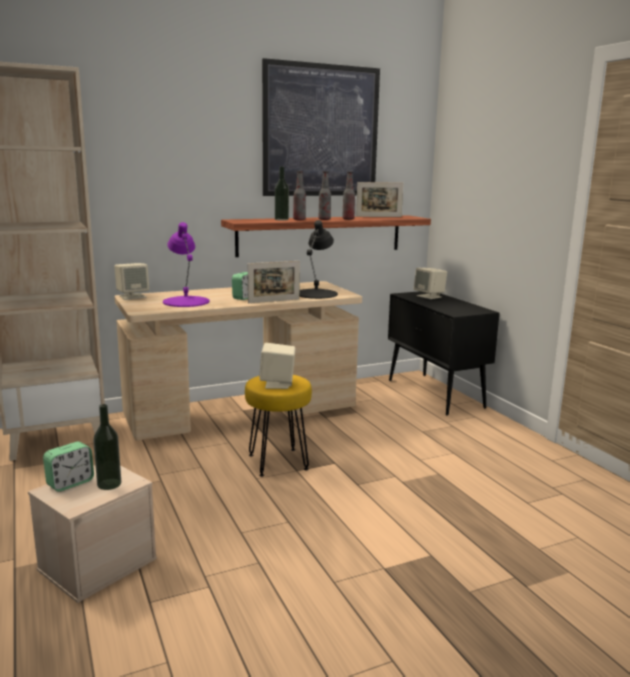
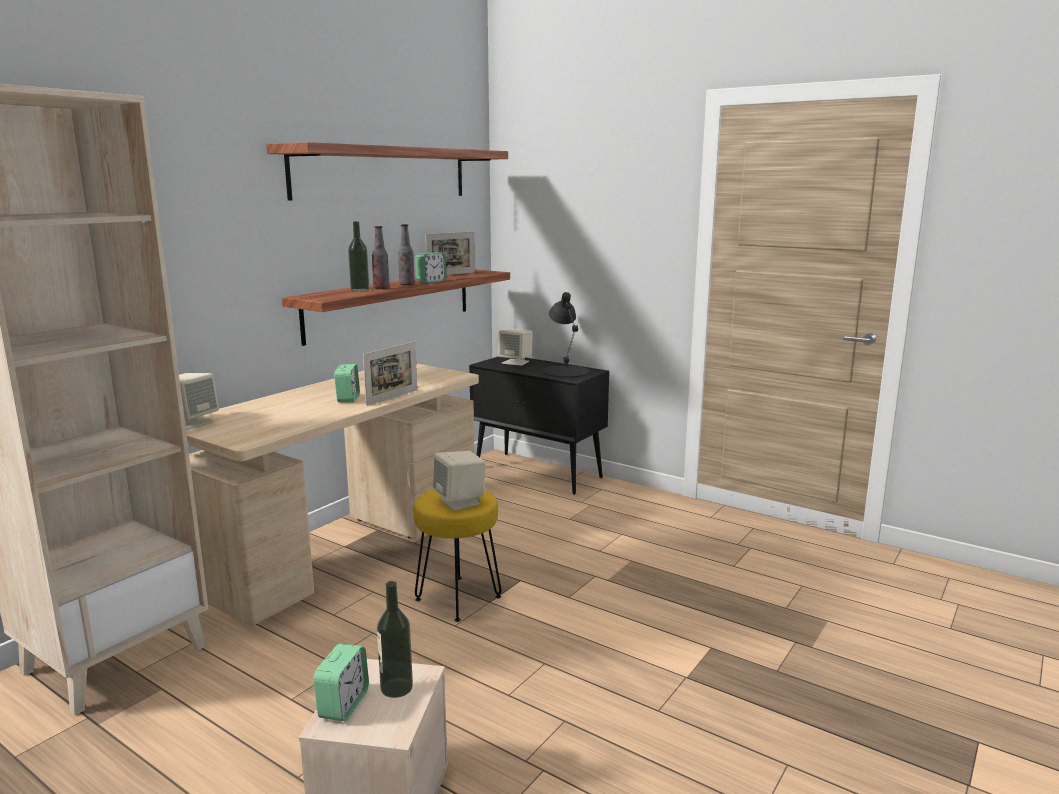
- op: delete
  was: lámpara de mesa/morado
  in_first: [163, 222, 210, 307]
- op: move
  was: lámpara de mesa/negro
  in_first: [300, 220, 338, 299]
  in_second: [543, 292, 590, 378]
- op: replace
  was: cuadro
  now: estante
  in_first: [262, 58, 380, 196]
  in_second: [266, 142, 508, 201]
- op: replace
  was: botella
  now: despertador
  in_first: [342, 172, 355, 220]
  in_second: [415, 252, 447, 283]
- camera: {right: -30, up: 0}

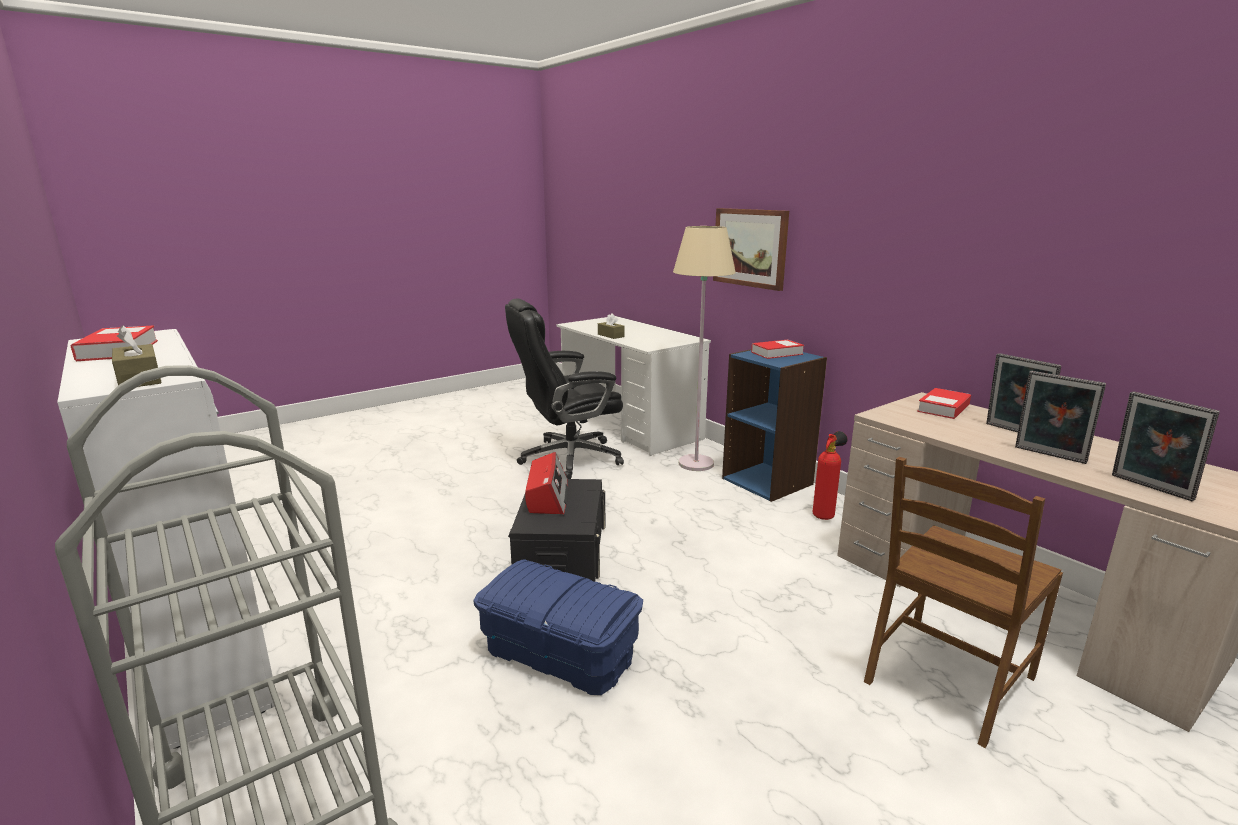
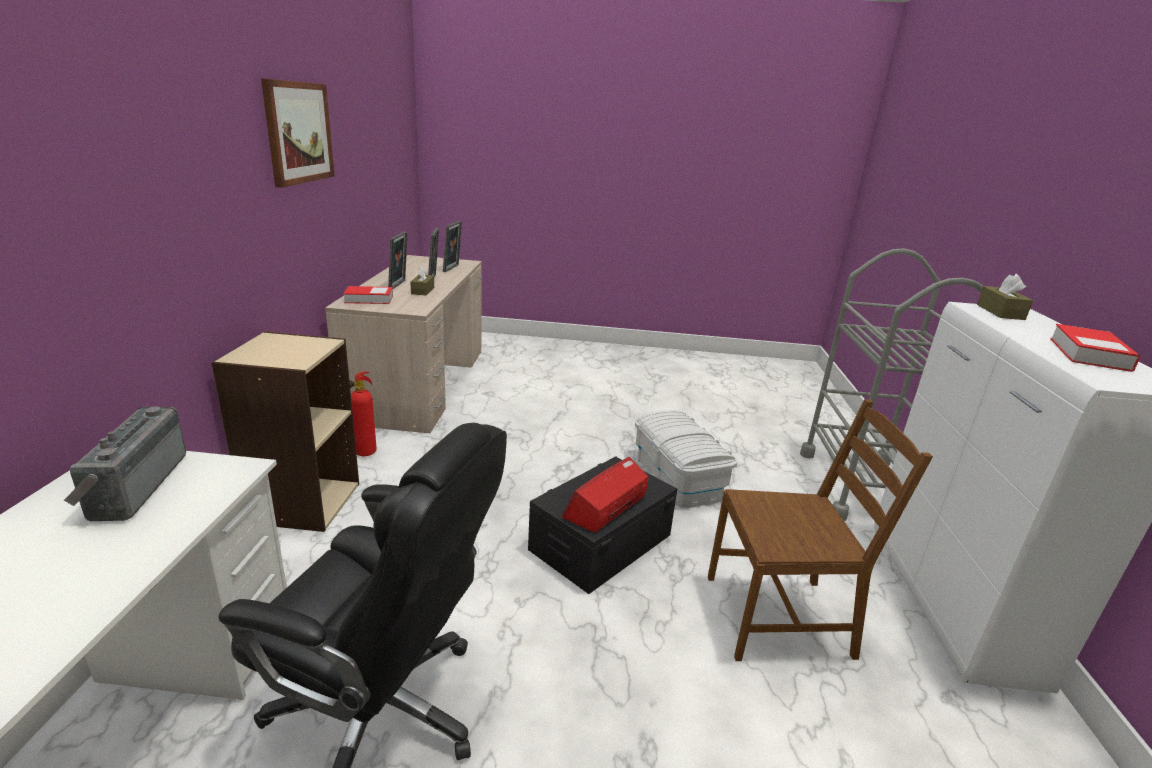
- op: delete
  was: lámpara de pie/beis
  in_first: [673, 226, 736, 471]
- op: delete
  was: libro
  in_first: [751, 340, 804, 359]
- op: insert
  now: radio
  in_second: [64, 407, 186, 521]
- op: move
  was: caja de pañuelos/marrón
  in_first: [598, 313, 624, 339]
  in_second: [410, 266, 434, 296]
- op: move
  was: cuadro
  in_first: [713, 208, 789, 291]
  in_second: [261, 78, 335, 188]
- op: move
  was: silla/marrón
  in_first: [864, 457, 1063, 748]
  in_second: [708, 399, 933, 661]
- op: recolor
  was: caja de almacenaje/azul
  now: caja de almacenaje/blanco
  in_first: [473, 559, 643, 695]
  in_second: [635, 410, 737, 508]
- op: recolor
  was: estantería/azul
  now: estantería/beis
  in_first: [722, 349, 827, 502]
  in_second: [211, 331, 359, 532]
- camera: {right: -140, up: 5}

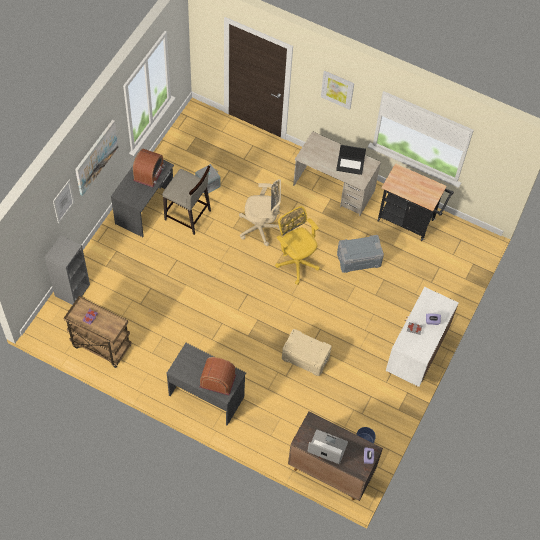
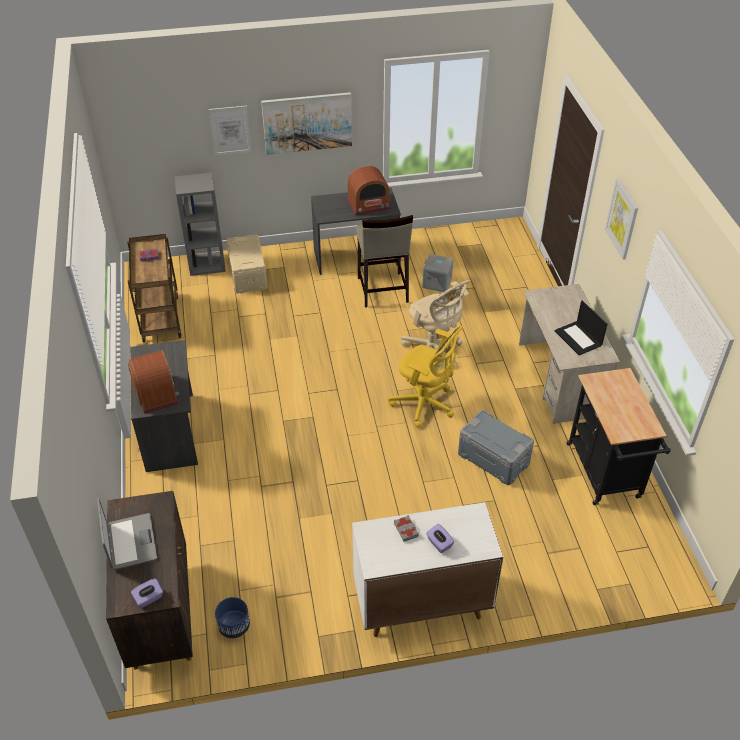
- op: move
  was: caja de almacenaje/beis
  in_first: [282, 329, 331, 376]
  in_second: [226, 234, 268, 294]
- op: rotate
  was: silla de oficina/amarillo
  in_first: [275, 206, 320, 285]
  in_second: [389, 326, 463, 428]
  clockwise: 105
- camera: {right: 55, up: -15}

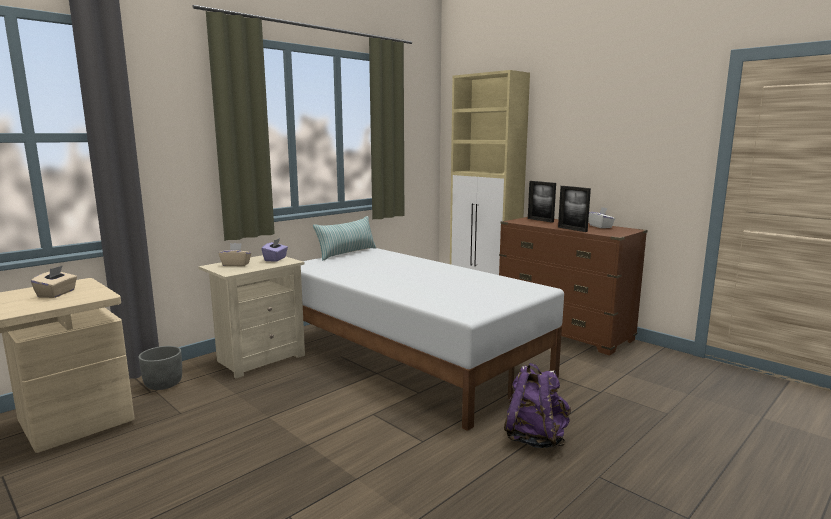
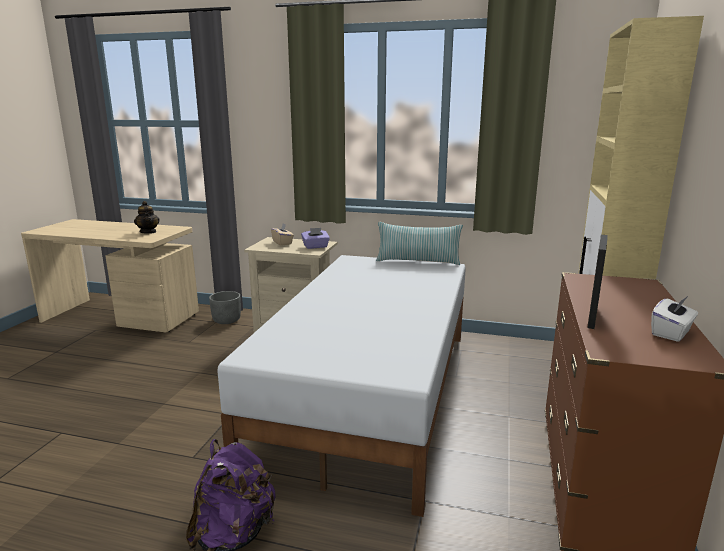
- op: delete
  was: portarretratos
  in_first: [528, 181, 556, 223]
- op: replace
  was: caja de pañuelos/beis
  now: tetera
  in_first: [31, 265, 77, 298]
  in_second: [134, 201, 160, 234]
- camera: {right: 60, up: 5}

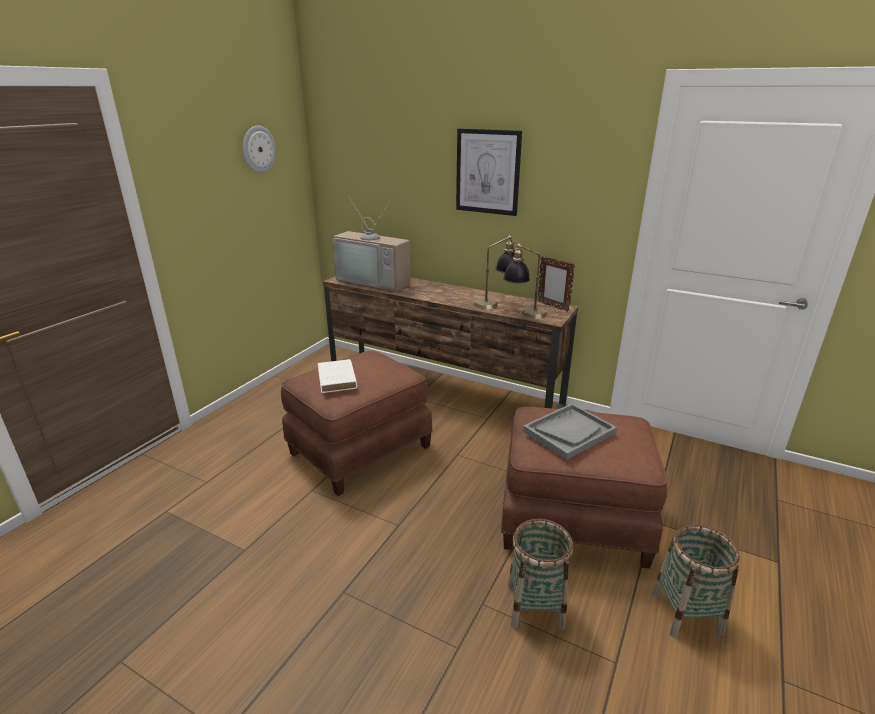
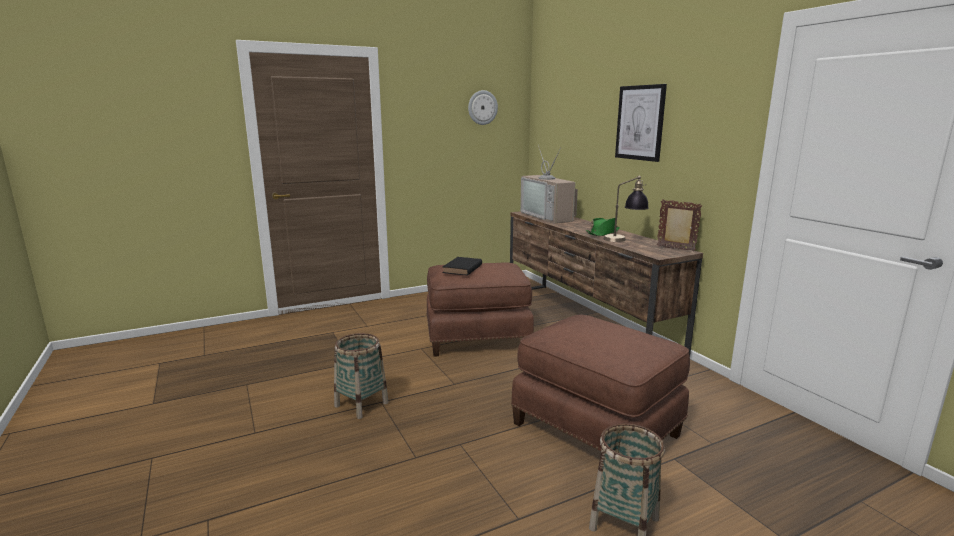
- op: delete
  was: lámpara de mesa
  in_first: [503, 244, 547, 319]
- op: delete
  was: bandeja/gris
  in_first: [523, 403, 617, 460]
- op: insert
  now: sombrero/verde
  in_second: [586, 218, 620, 236]
- op: move
  was: cesta
  in_first: [508, 519, 573, 630]
  in_second: [334, 333, 389, 419]
- op: recolor
  was: libro/blanco
  now: libro/negro
  in_first: [318, 359, 357, 393]
  in_second: [442, 257, 482, 276]
- op: rotate
  was: portarretratos
  in_first: [538, 256, 575, 312]
  in_second: [657, 199, 702, 252]
  clockwise: 135
- camera: {right: 35, up: -10}

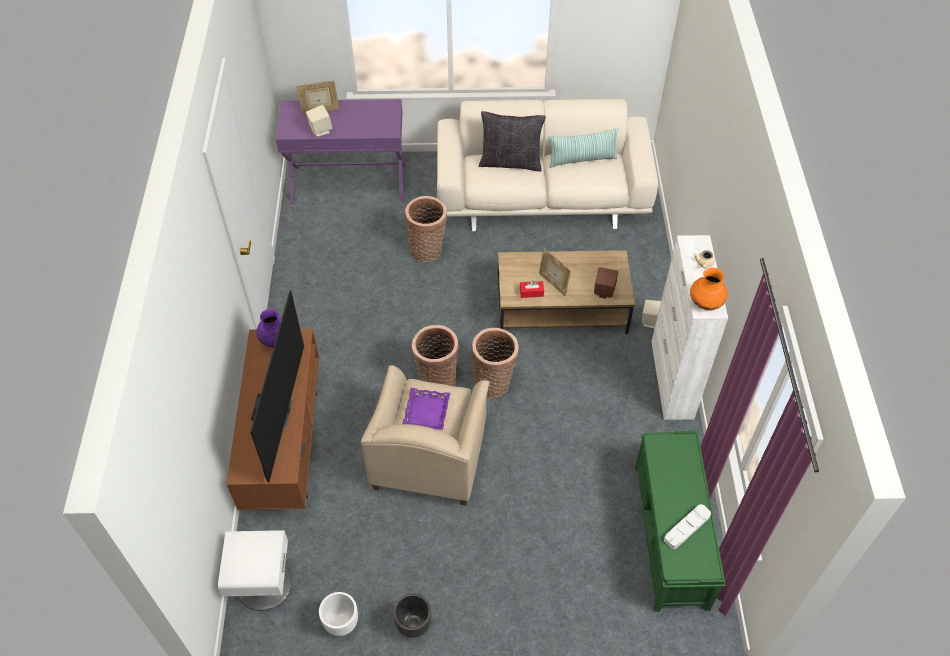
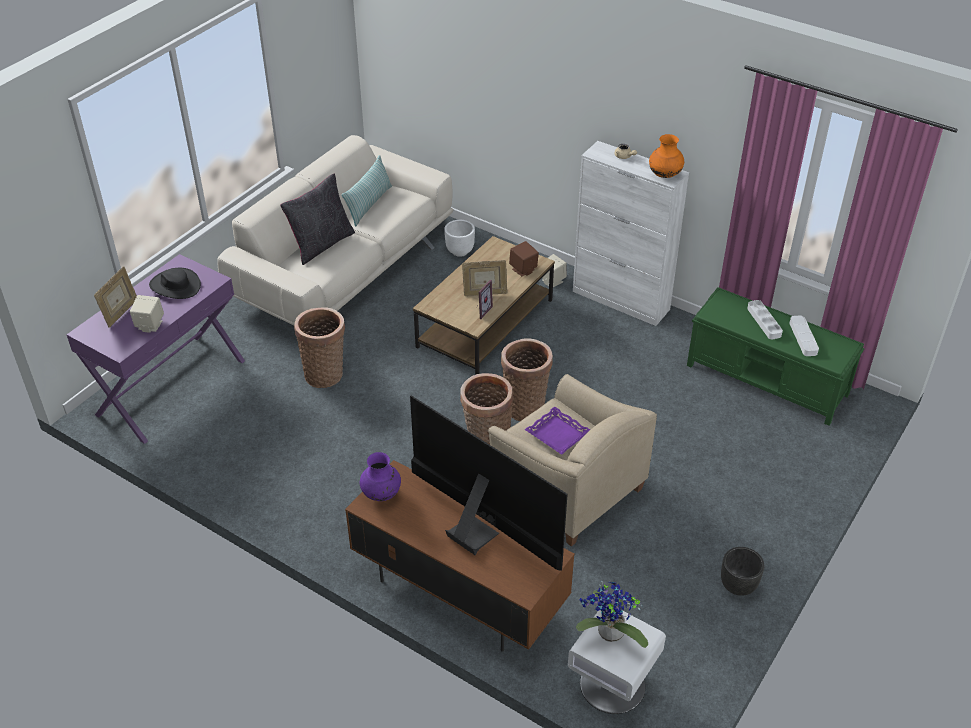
- op: insert
  now: sombrero/negro
  in_second: [149, 268, 201, 299]
- op: insert
  now: planta en maceta
  in_second: [576, 581, 648, 648]
- op: insert
  now: bandeja/blanco
  in_second: [747, 300, 783, 339]
- op: move
  was: maceta/blanco
  in_first: [319, 592, 358, 636]
  in_second: [444, 220, 475, 257]
- op: replace
  was: caja de pañuelos/rojo
  now: portarretratos
  in_first: [520, 281, 544, 298]
  in_second: [479, 280, 493, 319]
- camera: {right: -55, up: -10}

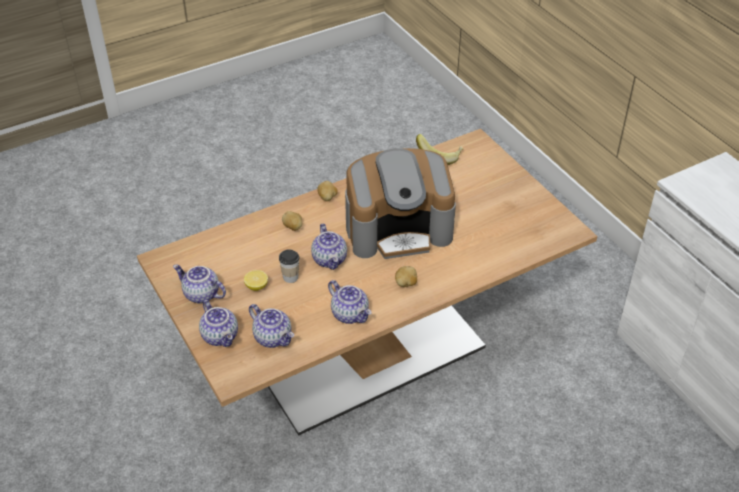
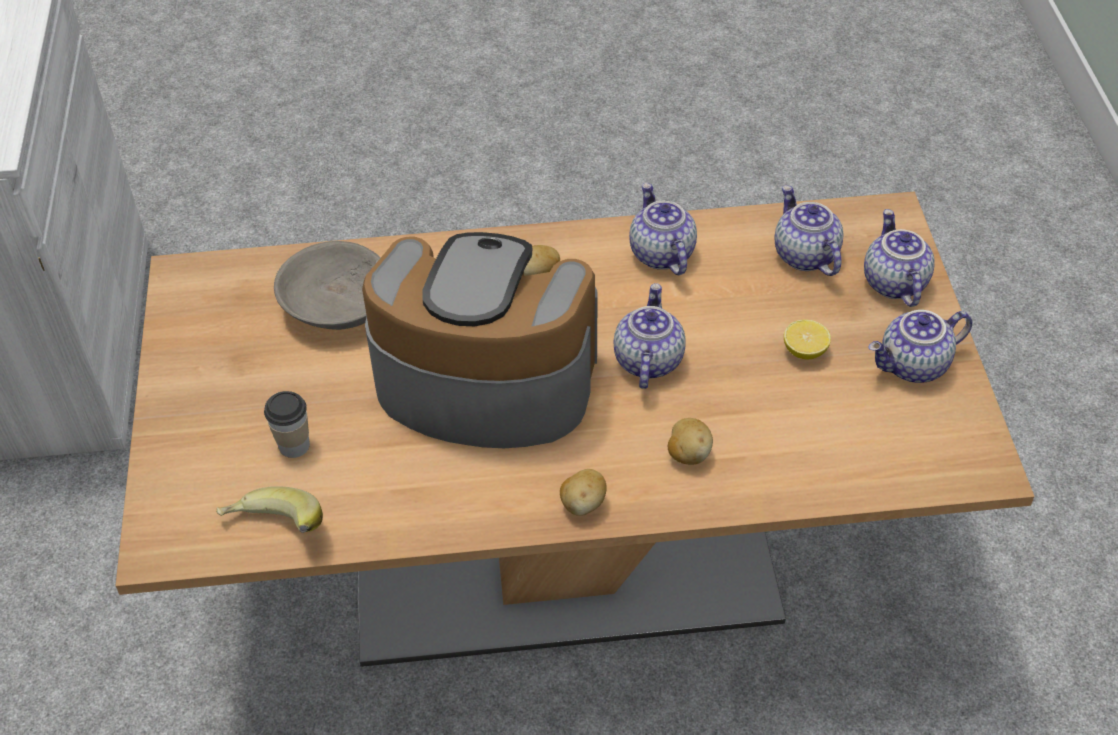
- op: insert
  now: cuenco/gris
  in_second: [274, 241, 381, 330]
- op: move
  was: taza
  in_first: [279, 249, 299, 283]
  in_second: [264, 391, 310, 458]
- op: rotate
  was: tetera
  in_first: [173, 264, 226, 304]
  in_second: [868, 310, 972, 383]
  clockwise: 105
- camera: {right: -155, up: 5}

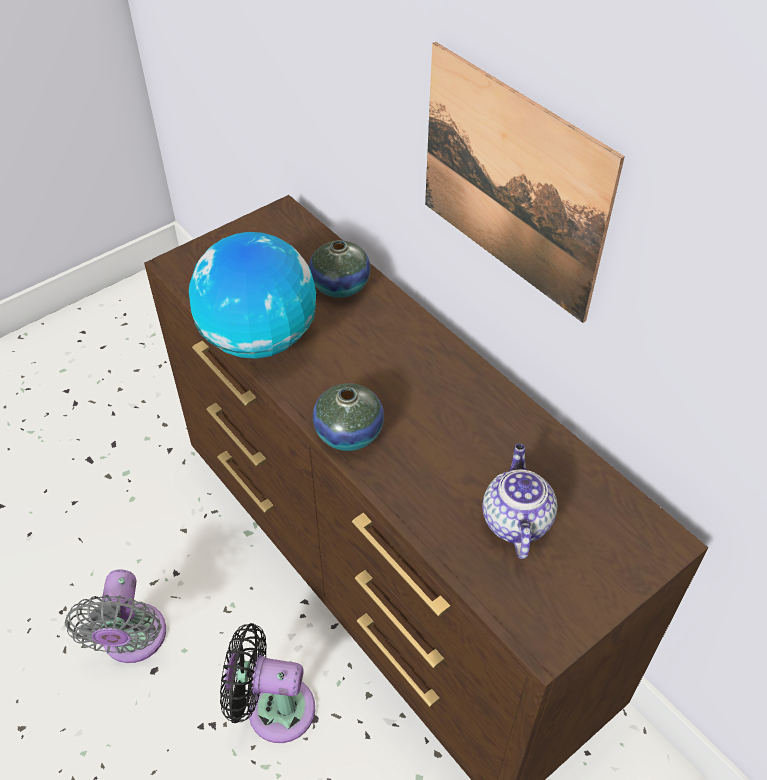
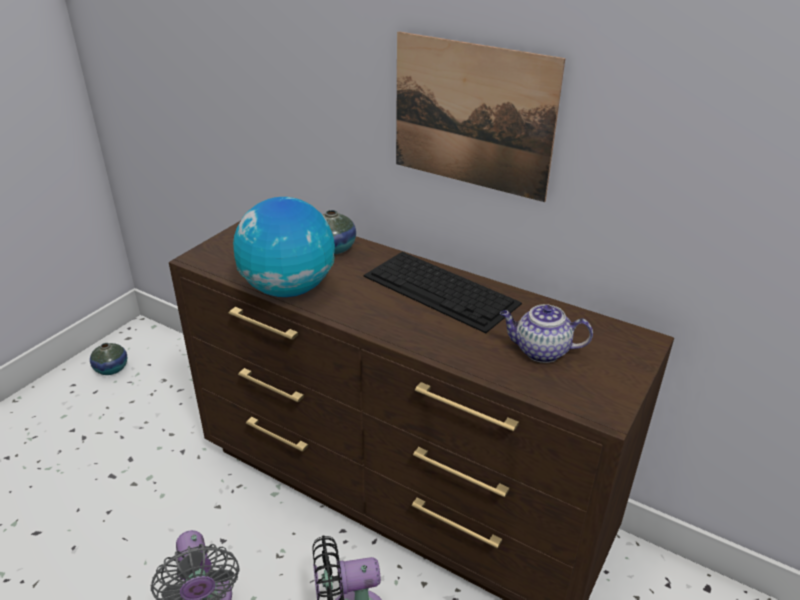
- op: insert
  now: teclado
  in_second: [363, 252, 522, 333]
- op: move
  was: florero
  in_first: [313, 383, 384, 451]
  in_second: [90, 343, 127, 375]
- op: rotate
  was: tetera
  in_first: [482, 444, 557, 559]
  in_second: [500, 304, 593, 363]
  clockwise: -60
- camera: {right: -20, up: -15}

